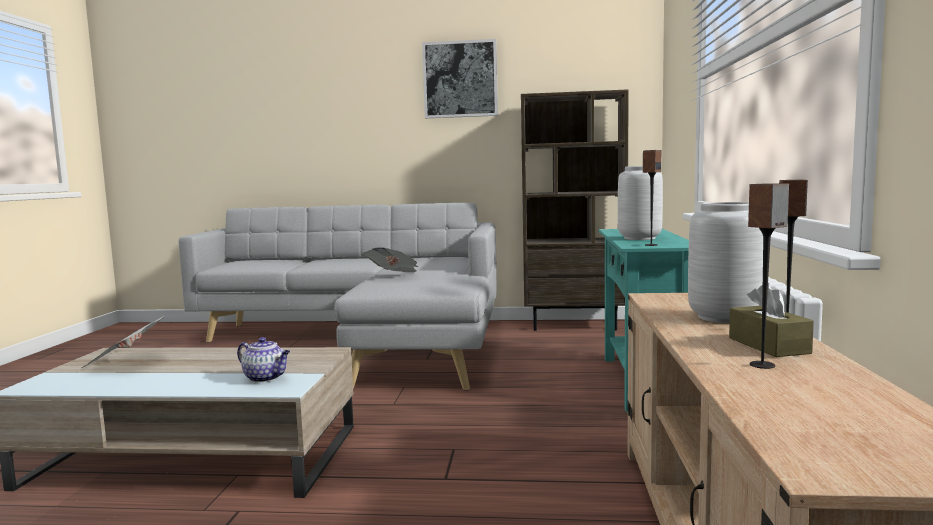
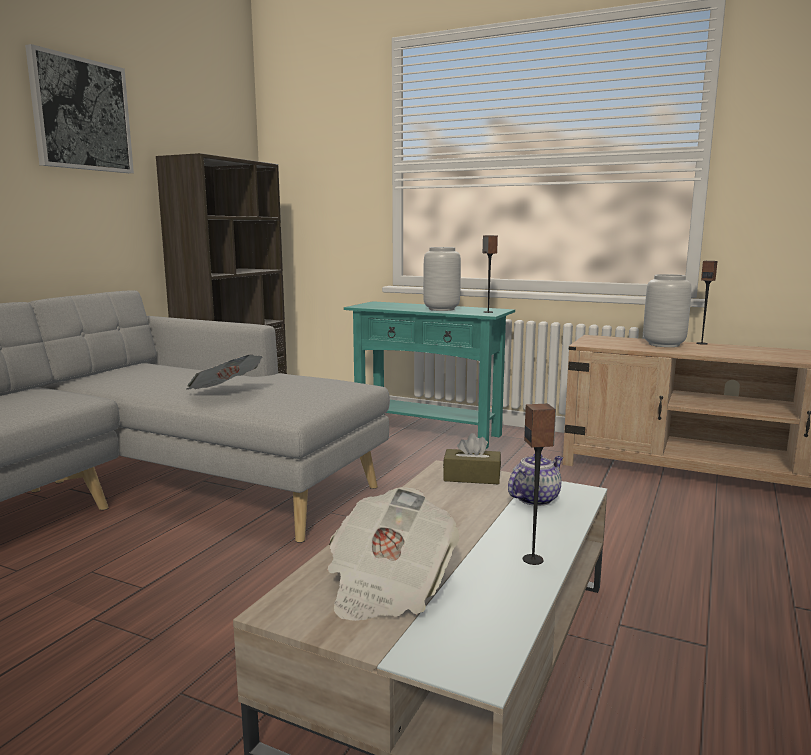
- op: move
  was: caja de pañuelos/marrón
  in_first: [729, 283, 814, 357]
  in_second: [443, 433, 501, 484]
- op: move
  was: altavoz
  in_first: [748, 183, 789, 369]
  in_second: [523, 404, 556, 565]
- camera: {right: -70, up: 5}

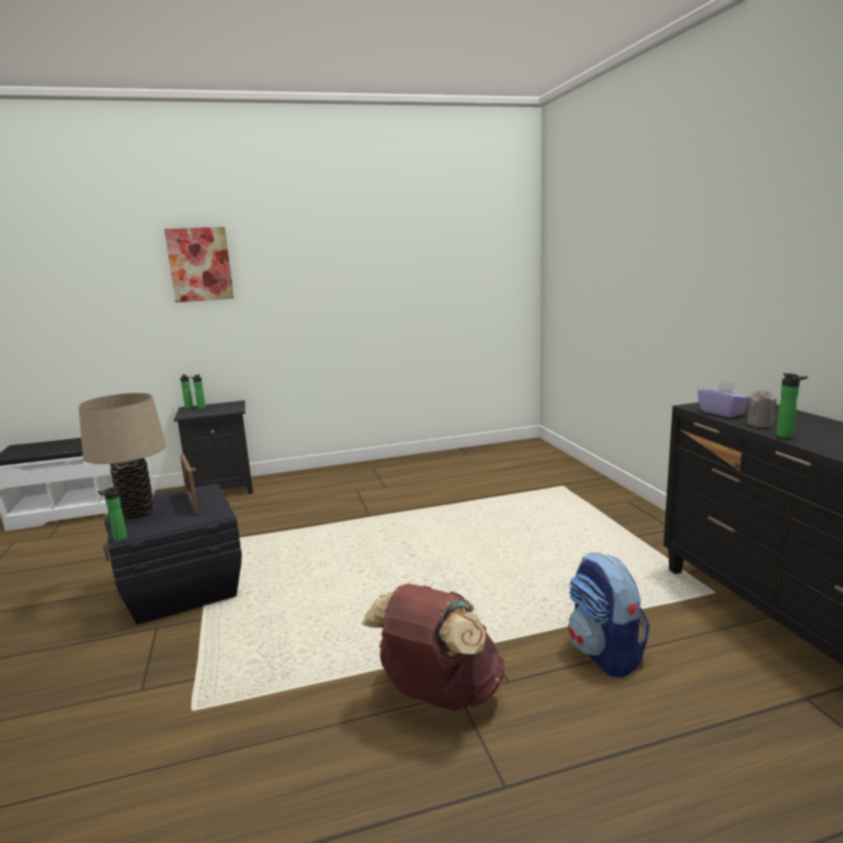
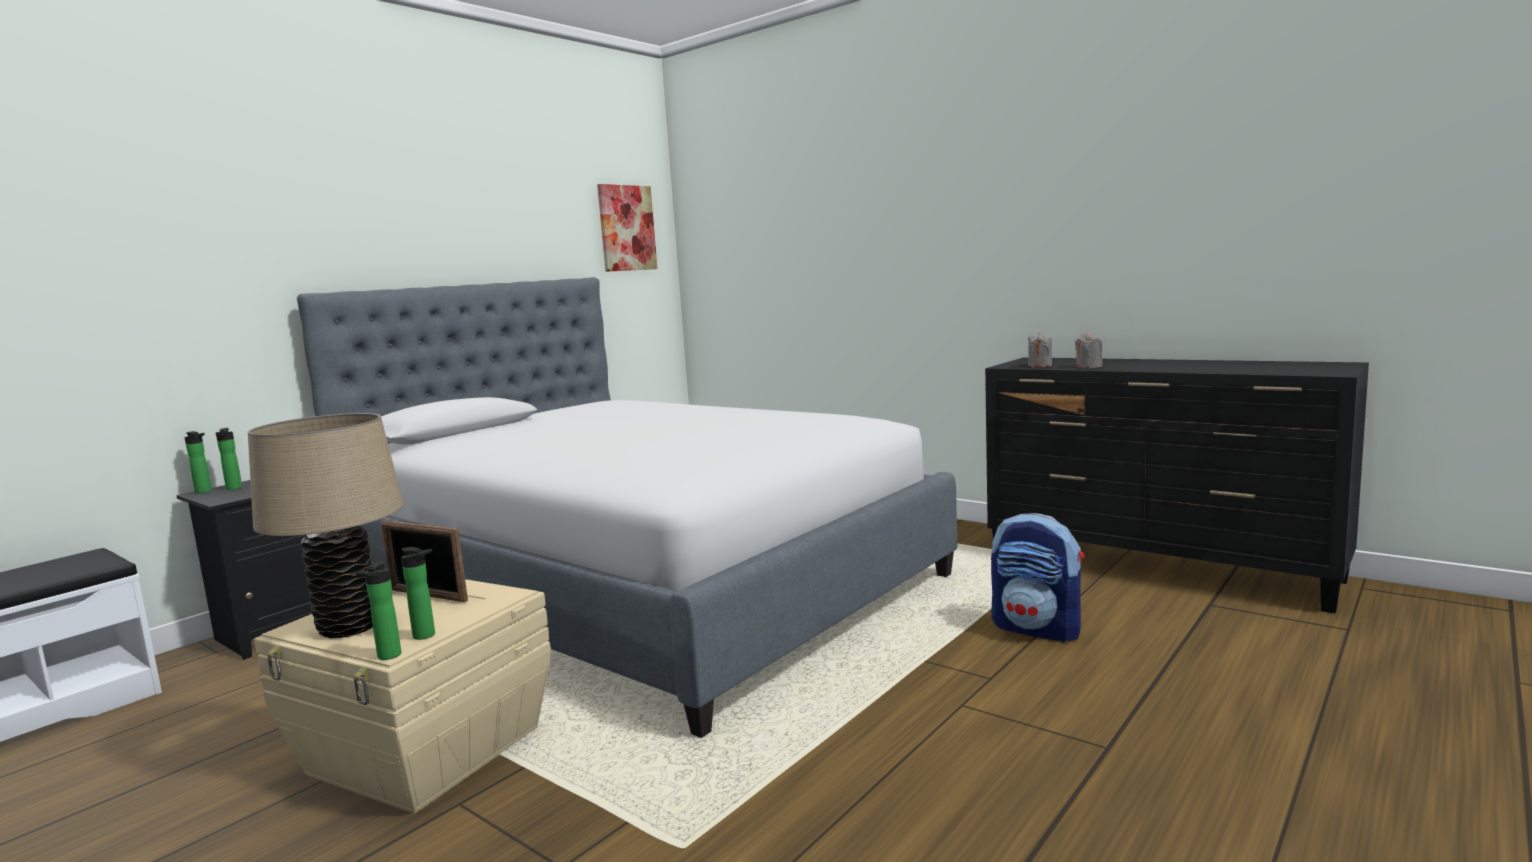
- op: delete
  was: mochila/marrón
  in_first: [362, 584, 505, 711]
- op: insert
  now: cama
  in_second: [297, 277, 957, 738]
- op: move
  was: cuadro
  in_first: [164, 227, 234, 302]
  in_second: [597, 184, 658, 272]
- op: move
  was: botella
  in_first: [776, 373, 808, 438]
  in_second: [401, 547, 435, 640]
- op: replace
  was: caja de pañuelos/morado
  now: vela/gris
  in_first: [697, 379, 749, 417]
  in_second: [1028, 333, 1052, 368]
- op: recolor
  was: caja de almacenaje/negro
  now: caja de almacenaje/beis
  in_first: [102, 484, 242, 625]
  in_second: [254, 579, 551, 814]
- camera: {right: -35, up: -5}

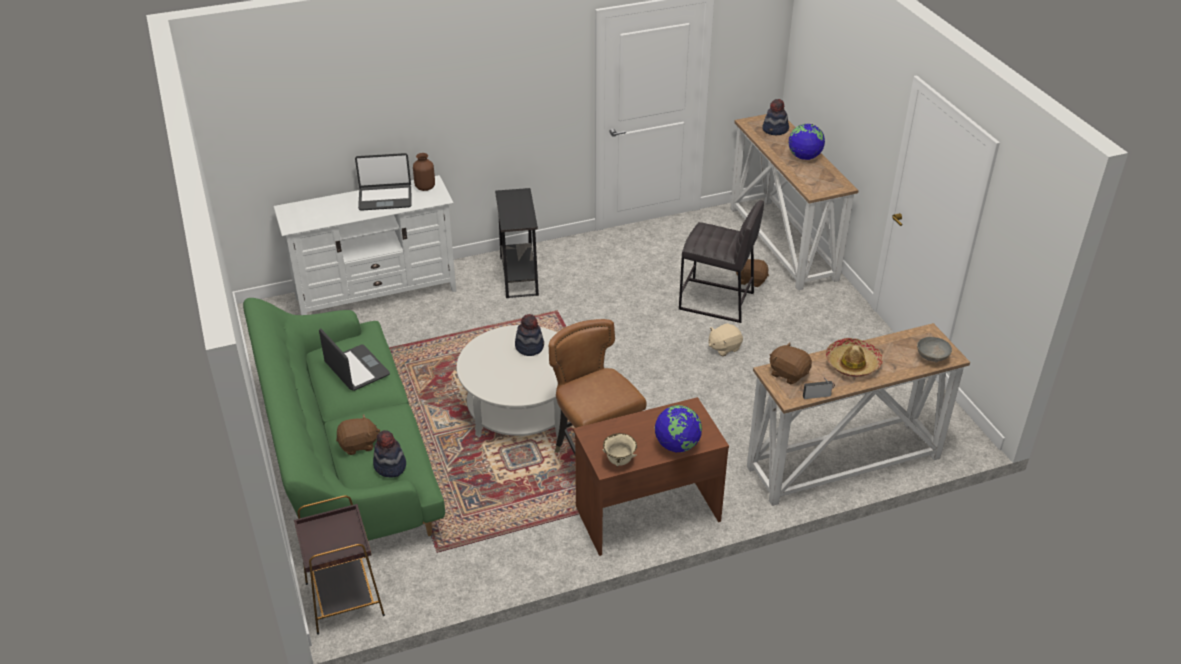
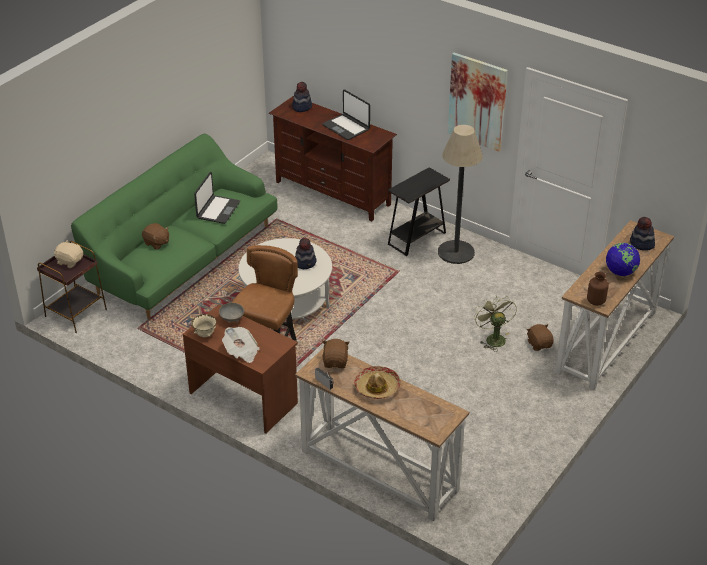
- op: insert
  now: lámpara de pie
  in_second: [438, 125, 483, 264]
- op: insert
  now: cuadro
  in_second: [448, 53, 508, 152]
- op: move
  was: sombrero
  in_first: [373, 430, 406, 478]
  in_second: [292, 82, 312, 112]
- op: move
  was: florero/marrón
  in_first: [413, 153, 435, 191]
  in_second: [587, 272, 609, 306]
- op: move
  was: peluche/beis
  in_first: [709, 323, 743, 356]
  in_second: [54, 240, 83, 268]
- op: move
  was: cuenco/gris
  in_first: [917, 337, 952, 363]
  in_second: [219, 303, 244, 322]
- op: replace
  was: globo terráqueo
  now: periódico
  in_first: [654, 405, 702, 452]
  in_second: [222, 327, 260, 363]
- op: replace
  was: taburete/gris
  now: ventilador/verde
  in_first: [679, 200, 764, 323]
  in_second: [474, 295, 517, 352]
- op: recolor
  was: mueble de televisión/blanco
  now: mueble de televisión/marrón
  in_first: [273, 175, 456, 315]
  in_second: [269, 96, 397, 222]
- camera: {right: 55, up: 0}

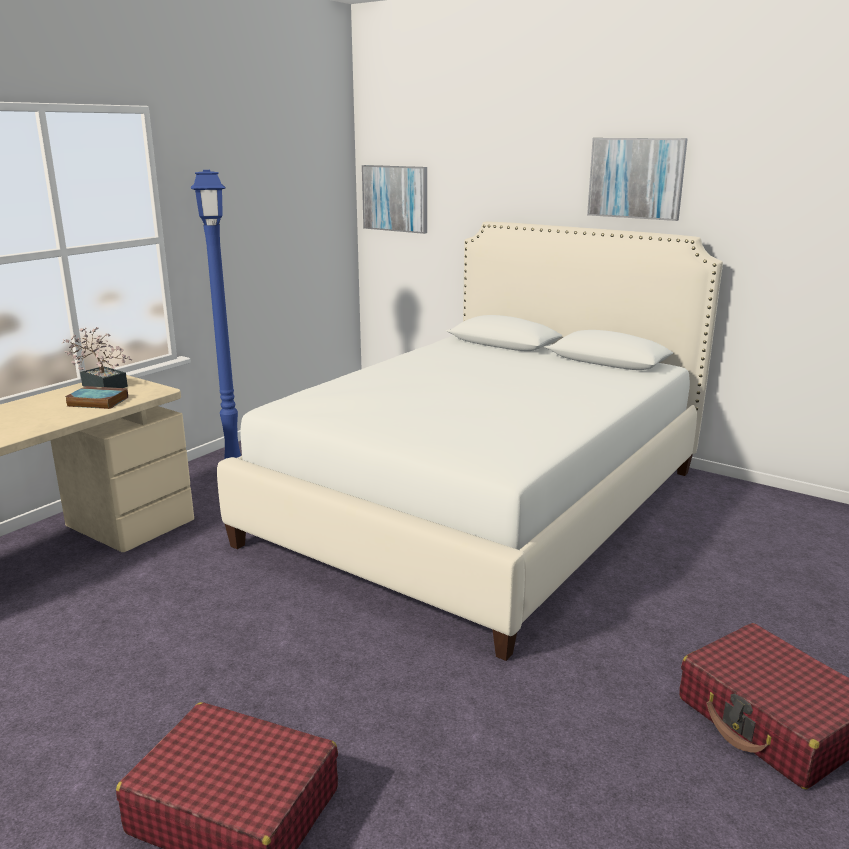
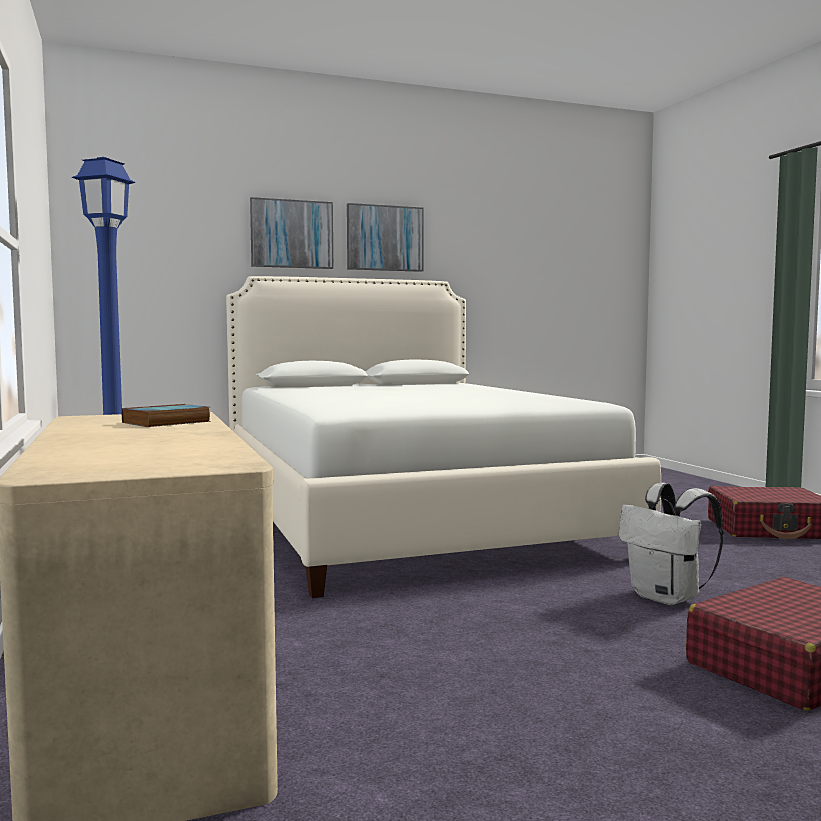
- op: delete
  was: planta en maceta
  in_first: [62, 327, 132, 388]
- op: insert
  now: mochila/blanco
  in_second: [619, 483, 724, 605]
- op: move
  was: cuadro
  in_first: [362, 165, 427, 234]
  in_second: [250, 197, 333, 269]
- camera: {right: -55, up: -15}

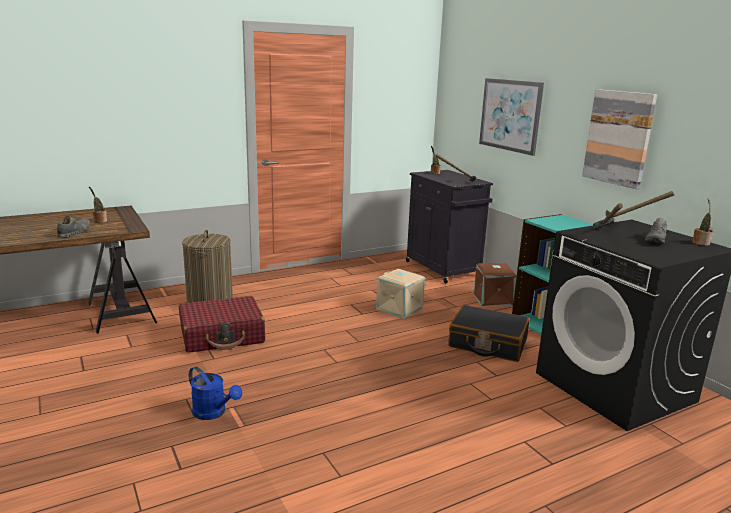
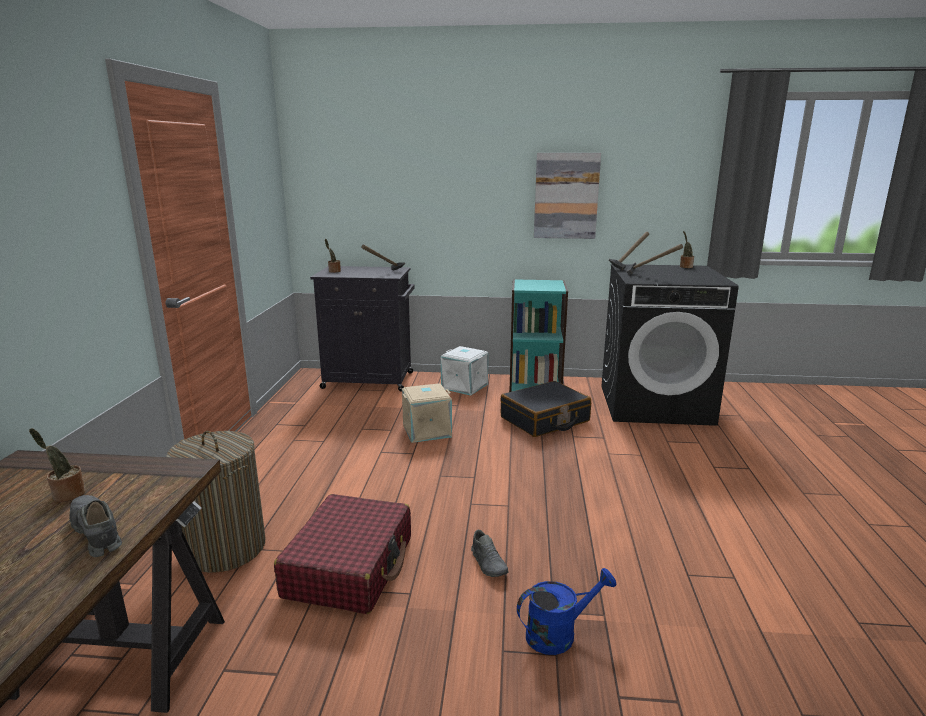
- op: delete
  was: cuadro
  in_first: [479, 78, 544, 156]
- op: move
  was: zapato/gris
  in_first: [645, 218, 667, 243]
  in_second: [471, 530, 509, 577]
- op: recolor
  was: caja de almacenaje/marrón
  now: caja de almacenaje/blanco
  in_first: [474, 263, 517, 306]
  in_second: [441, 346, 488, 396]
- camera: {right: -55, up: 0}

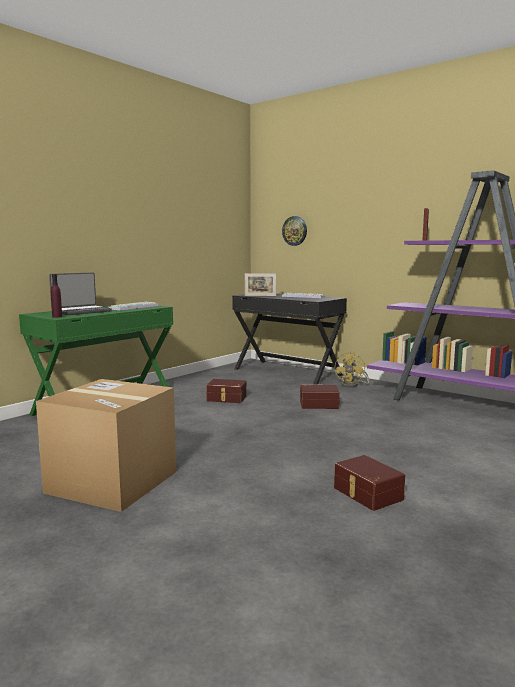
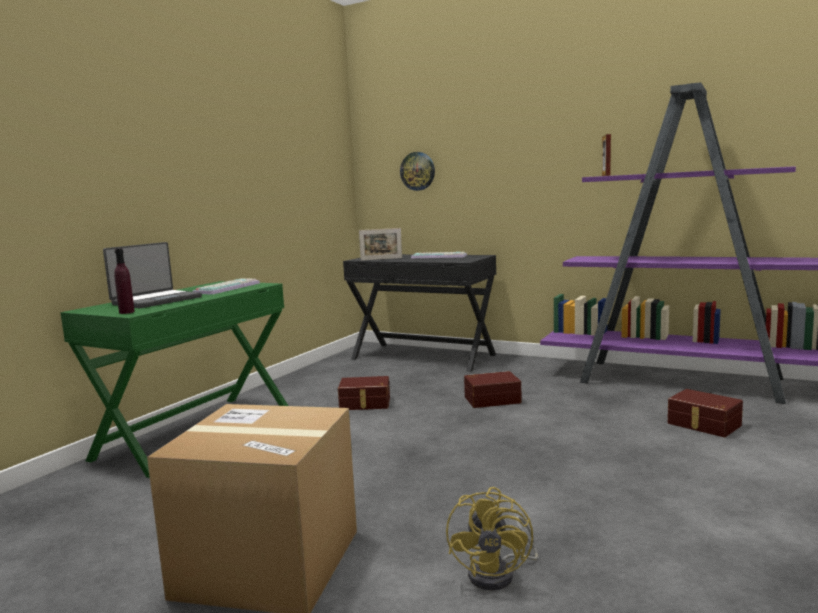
- op: move
  was: caja de almacenaje/marrón
  in_first: [334, 455, 405, 511]
  in_second: [667, 389, 743, 437]
- op: move
  was: ventilador/amarillo
  in_first: [335, 352, 369, 388]
  in_second: [446, 487, 538, 591]
- camera: {right: -10, up: 0}

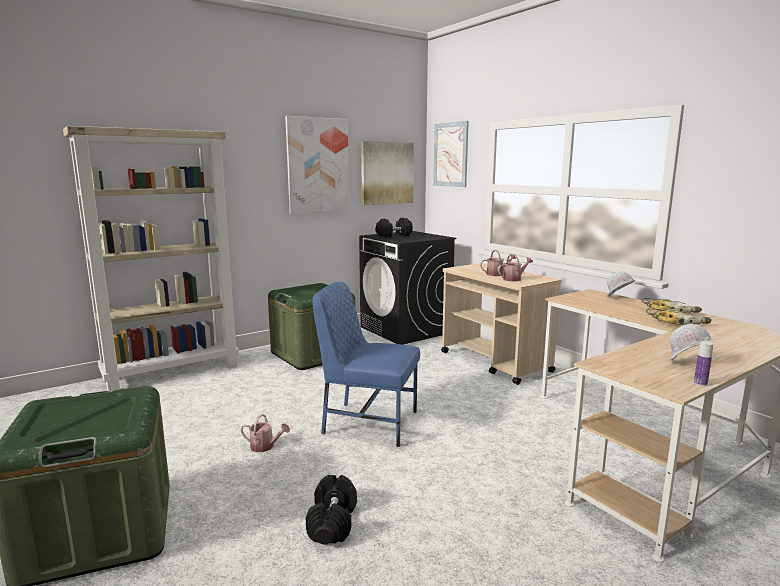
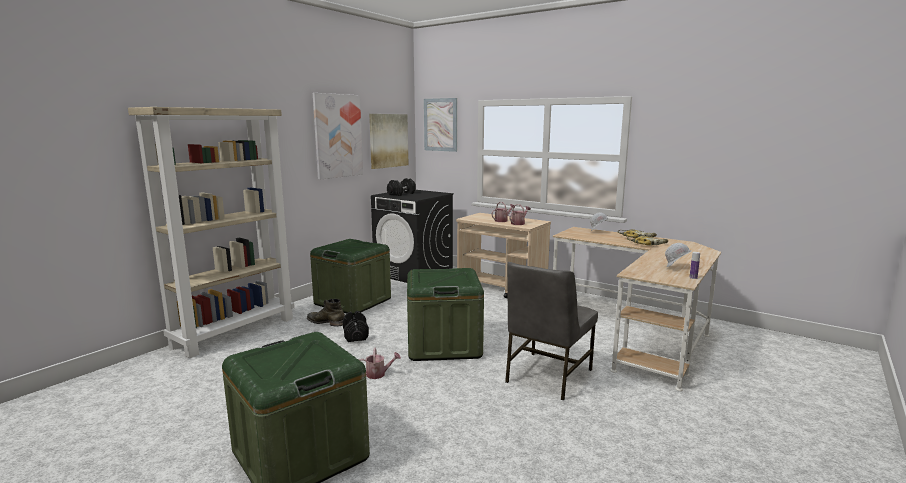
- op: insert
  now: bota/verde
  in_second: [307, 299, 345, 327]
- op: insert
  now: silla/gris
  in_second: [505, 262, 598, 400]
- op: move
  was: mancuerna/negro
  in_first: [306, 475, 357, 545]
  in_second: [343, 311, 369, 342]
- op: replace
  was: silla/azul
  now: caja de almacenaje/verde
  in_first: [312, 282, 420, 447]
  in_second: [407, 268, 484, 361]
- camera: {right: -20, up: 0}

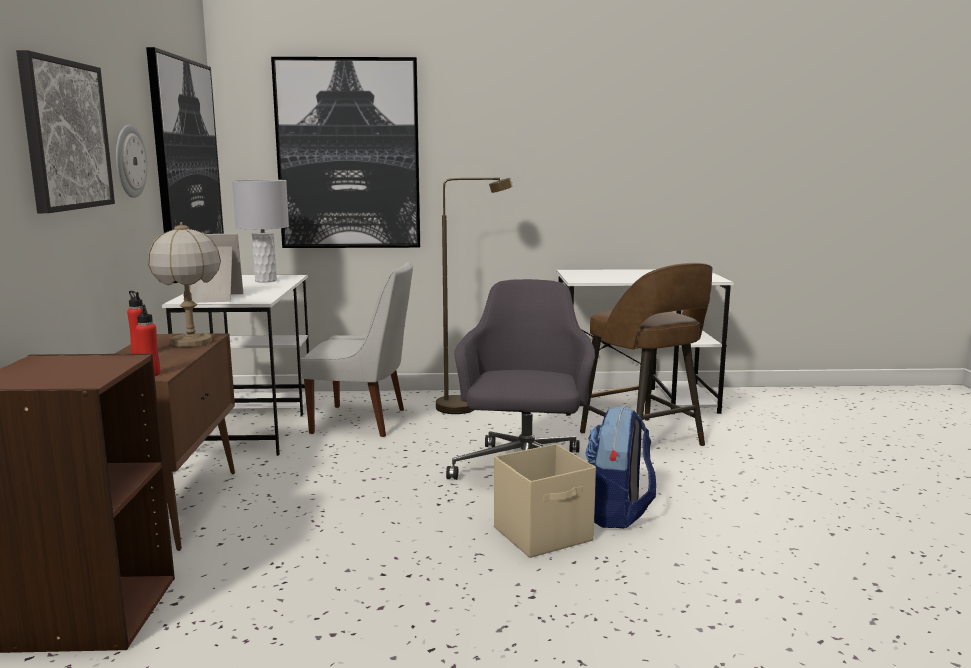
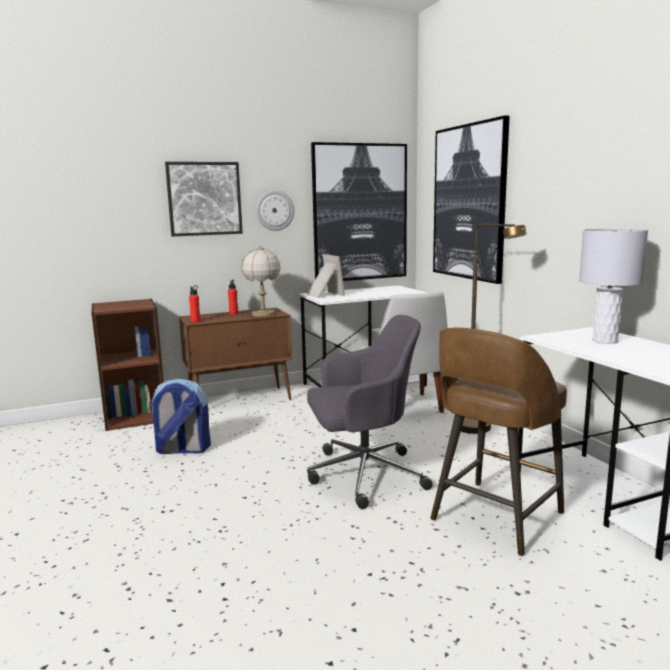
- op: delete
  was: caja de almacenaje/beis
  in_first: [494, 444, 596, 558]
- op: move
  was: lámpara de mesa/gris
  in_first: [232, 180, 289, 283]
  in_second: [579, 228, 648, 344]
- op: move
  was: mochila
  in_first: [585, 405, 656, 529]
  in_second: [150, 378, 211, 454]
- camera: {right: 70, up: 0}

